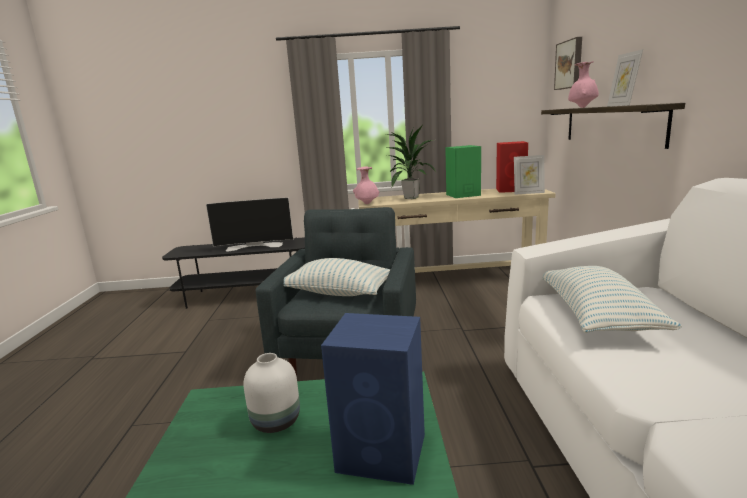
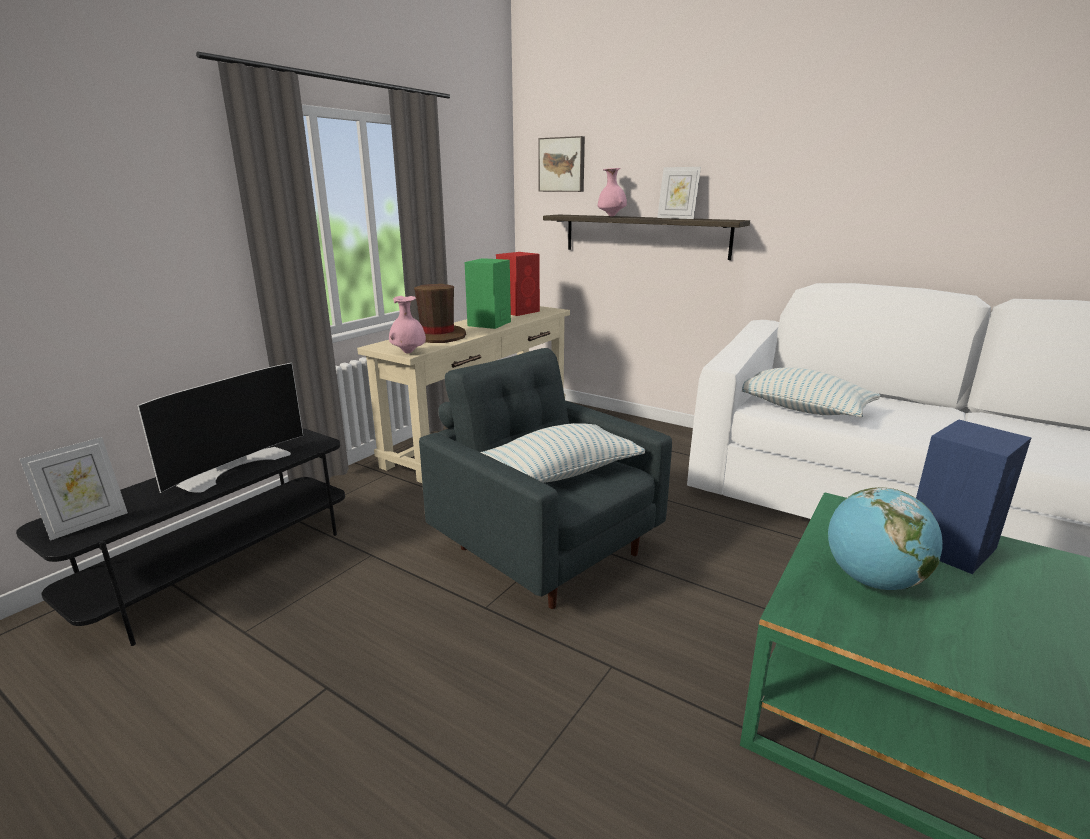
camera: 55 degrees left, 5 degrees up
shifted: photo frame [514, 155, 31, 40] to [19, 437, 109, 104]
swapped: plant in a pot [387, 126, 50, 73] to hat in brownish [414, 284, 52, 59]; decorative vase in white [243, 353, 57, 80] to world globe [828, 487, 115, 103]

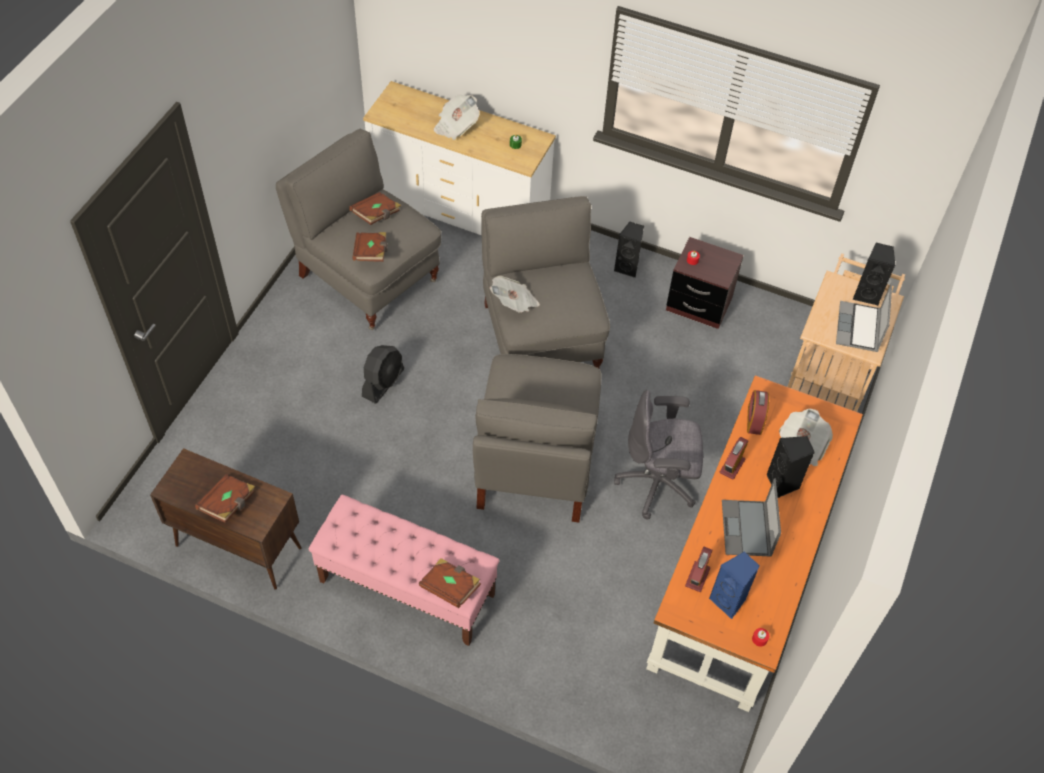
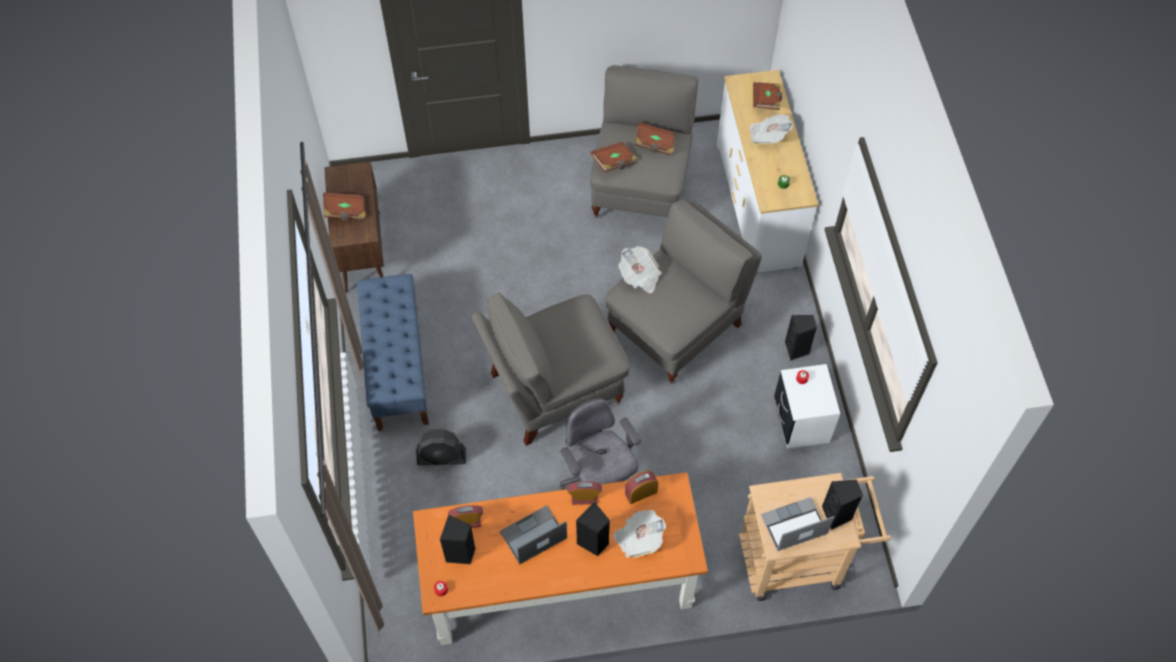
camera: 60 degrees right, 5 degrees up
shifted: electric fan in black-coloured [362, 345, 42, 59] to [416, 429, 50, 37]; volume in brownish [419, 558, 62, 50] to [753, 82, 29, 28]
repainted: nightstand in brownish [666, 237, 78, 92] to nightstand in white [774, 364, 66, 85]; long seat in pink-coloured [309, 494, 191, 152] to long seat in blue-coloured [357, 274, 72, 157]; audio speaker in blue-coloured [709, 552, 51, 67] to audio speaker in black-coloured [440, 515, 36, 49]

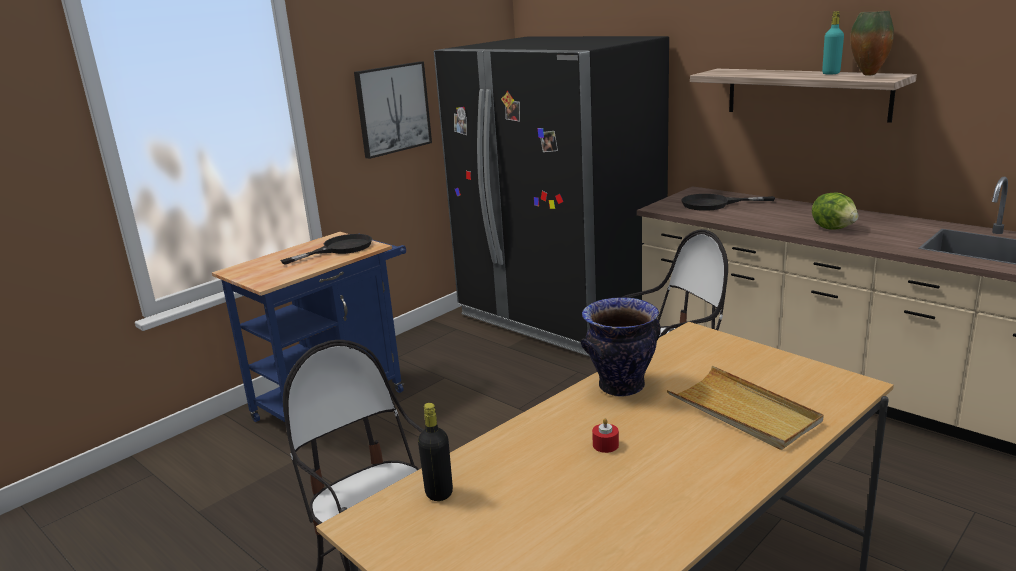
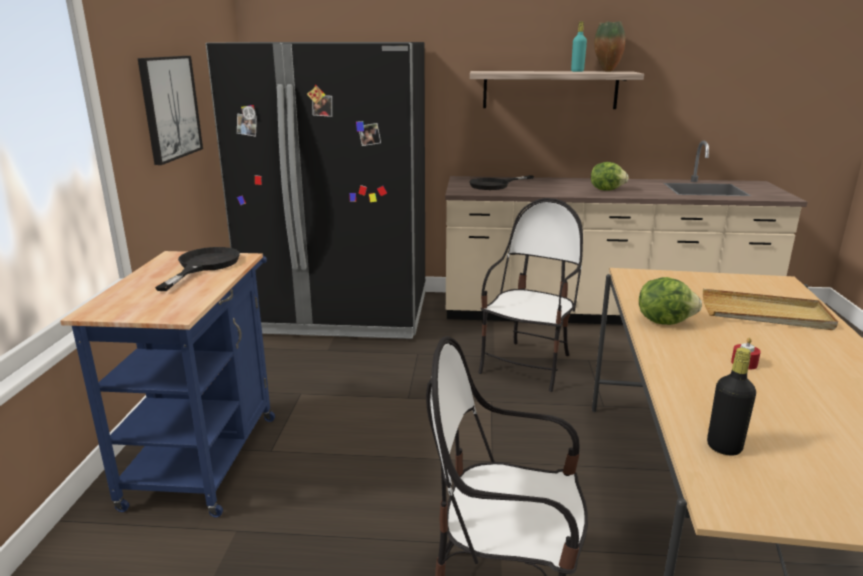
camera: 40 degrees left, 0 degrees up
swapped: decorative vase [581, 297, 80, 100] to lettuce head [639, 277, 63, 48]

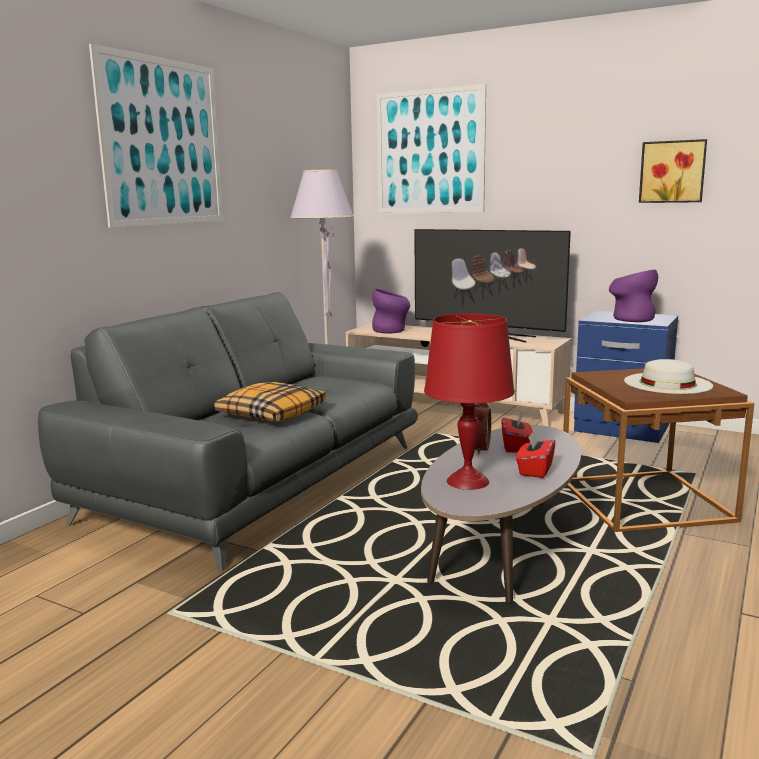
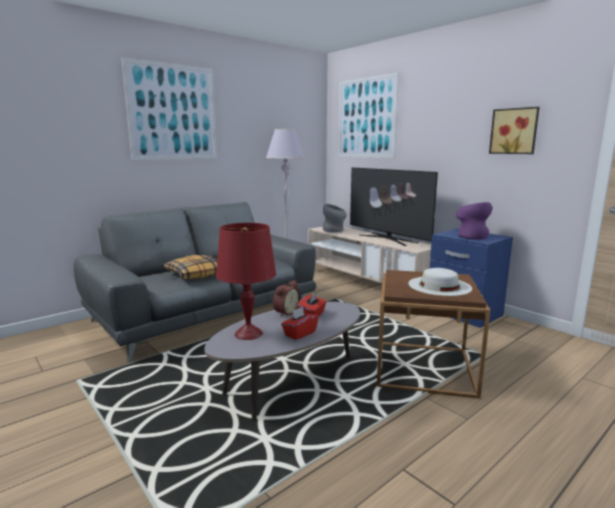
camera: 20 degrees right, 0 degrees up
repainted: decorative vase in purple [372, 288, 38, 45] to decorative vase in grey [323, 204, 24, 28]

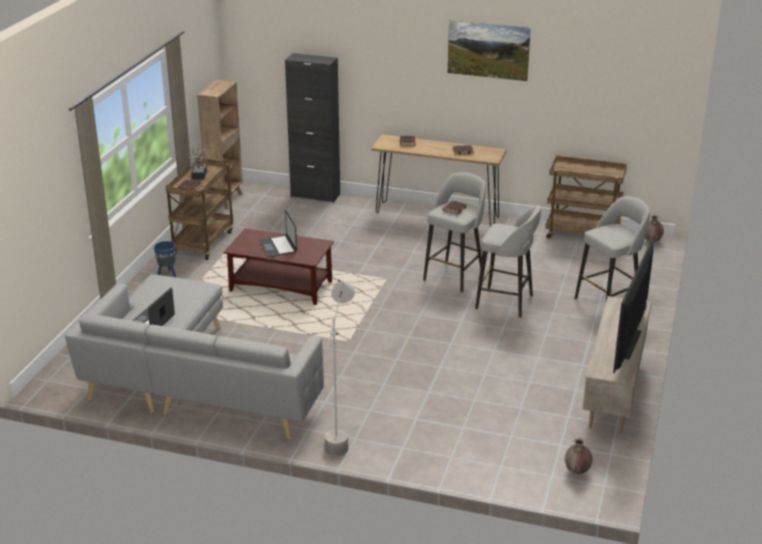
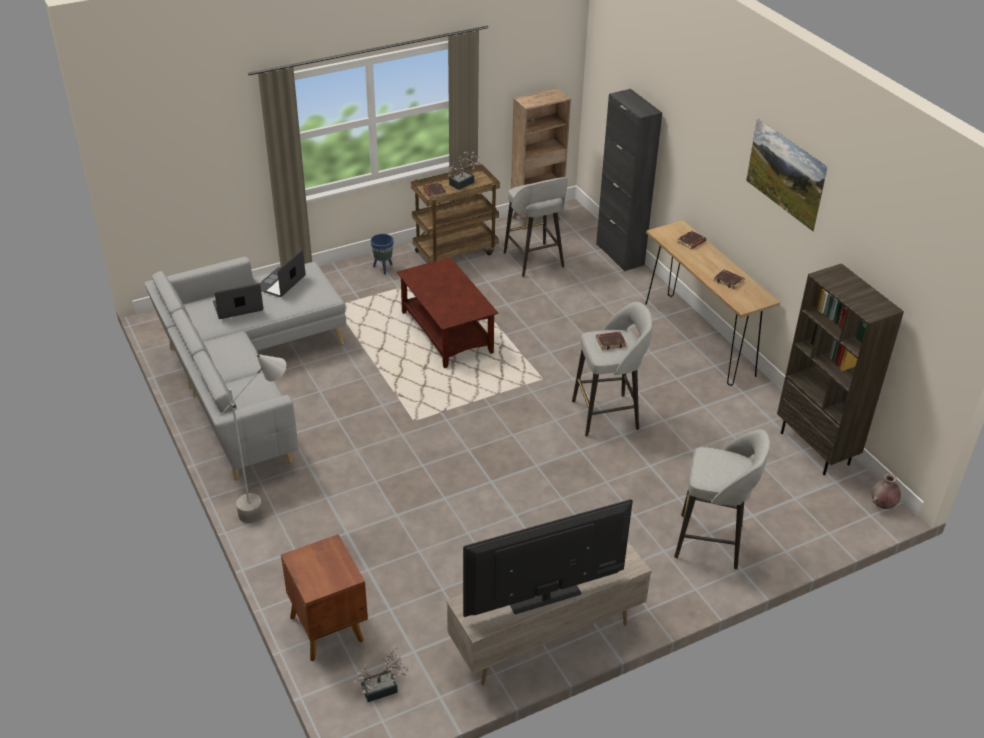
camera: 45 degrees right, 10 degrees up
new: nightstand in brownish [281, 534, 87, 127]
shifted: stool seat in grey [475, 205, 66, 113] to [504, 177, 63, 100]; portable computer [259, 210, 38, 47] to [260, 249, 45, 48]
swapped: wheeled cart in brownish [545, 155, 82, 83] to shelving unit in brownish [777, 263, 127, 212]; decorative vase in brownish [565, 438, 28, 36] to plant in a pot [354, 647, 54, 55]

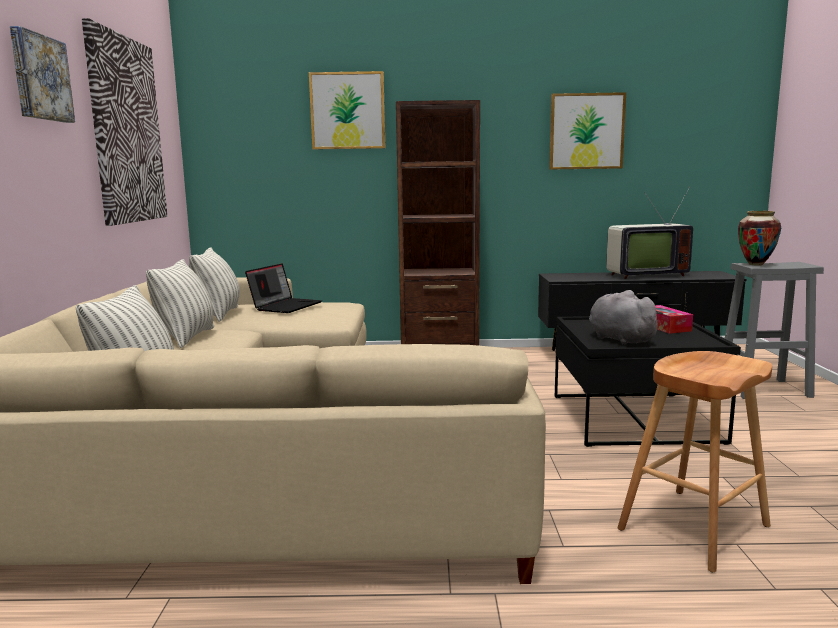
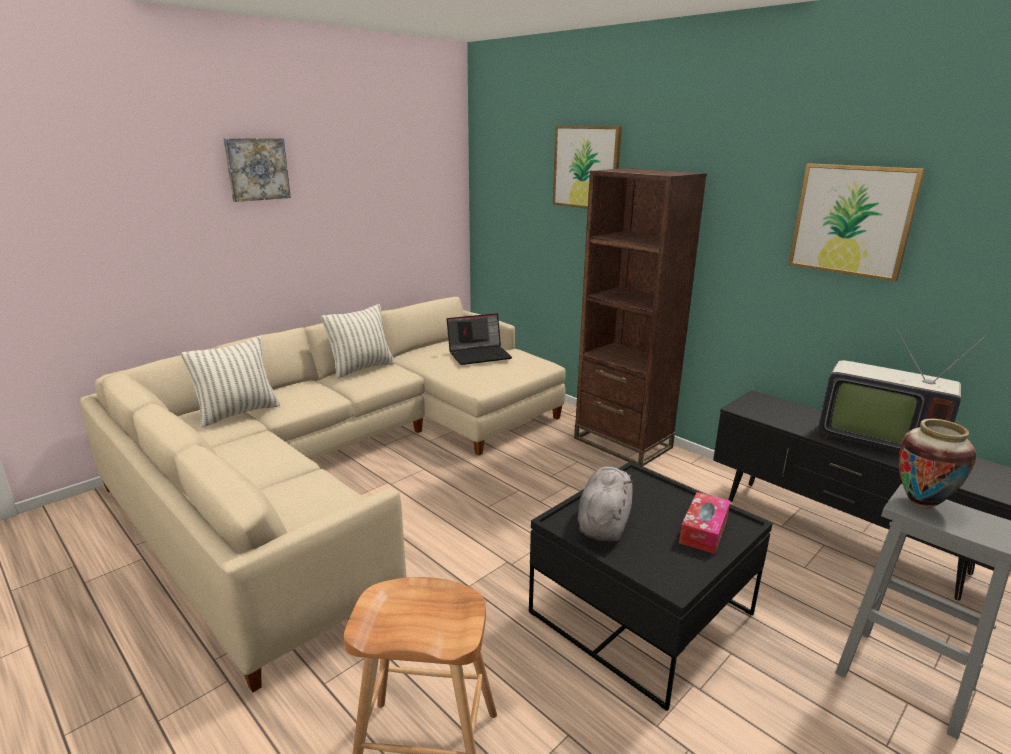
camera: 45 degrees right, 10 degrees up
gone: picture [82, 18, 85, 208]; throw pillow [189, 247, 51, 75]

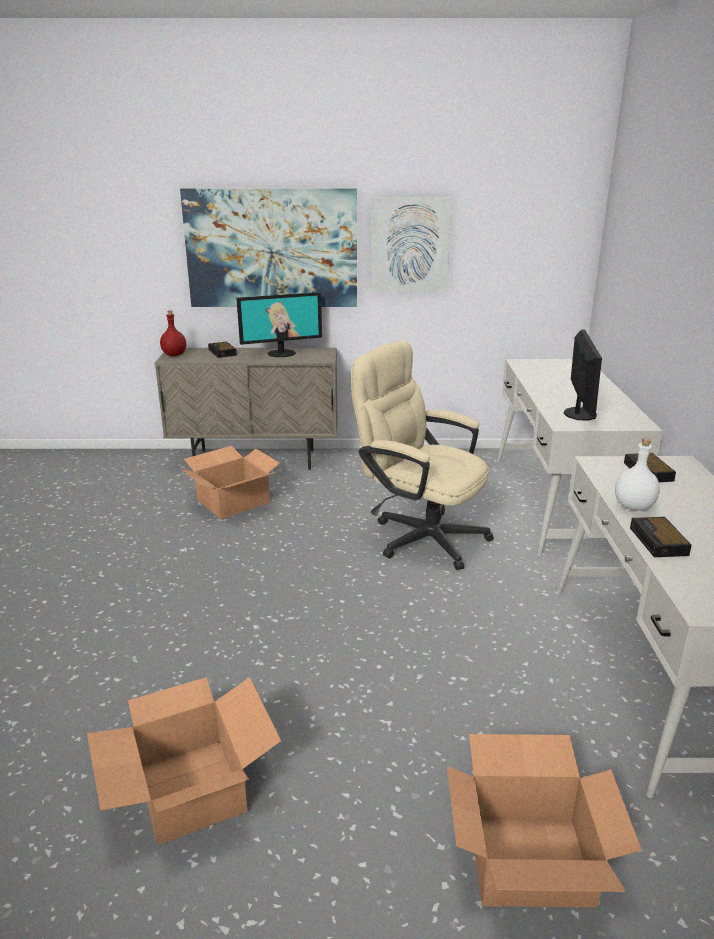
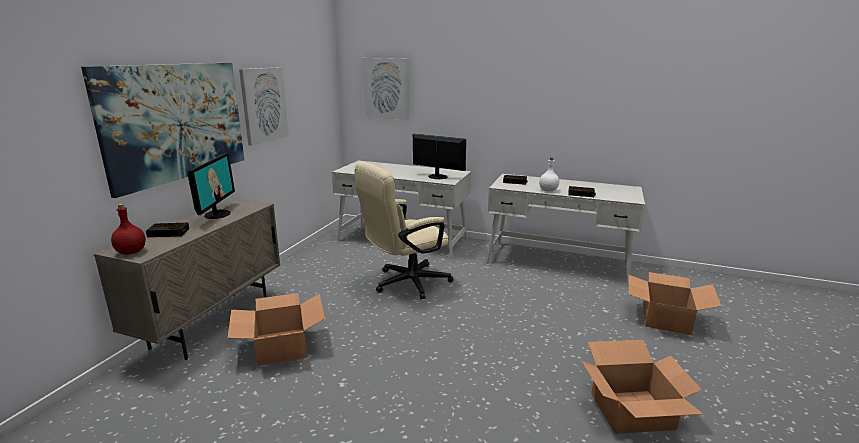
camera: 70 degrees left, 5 degrees down
new: picture [363, 58, 46, 62]

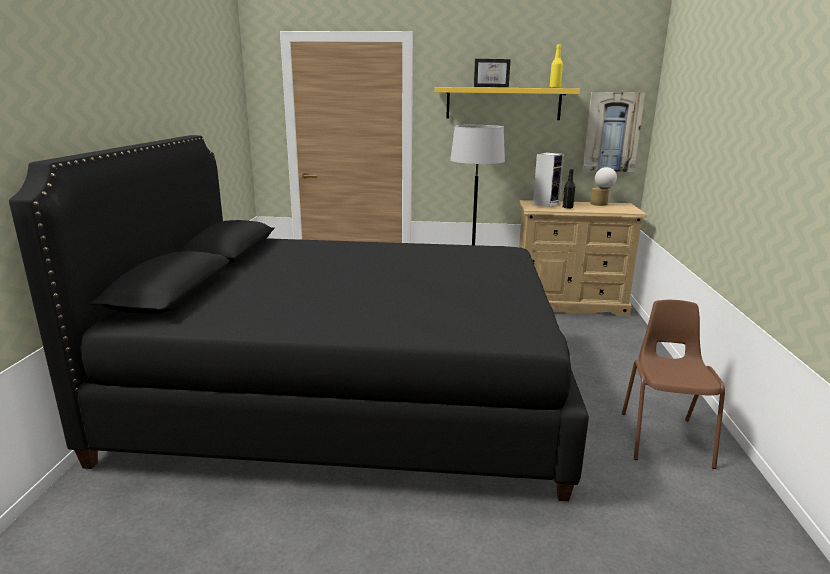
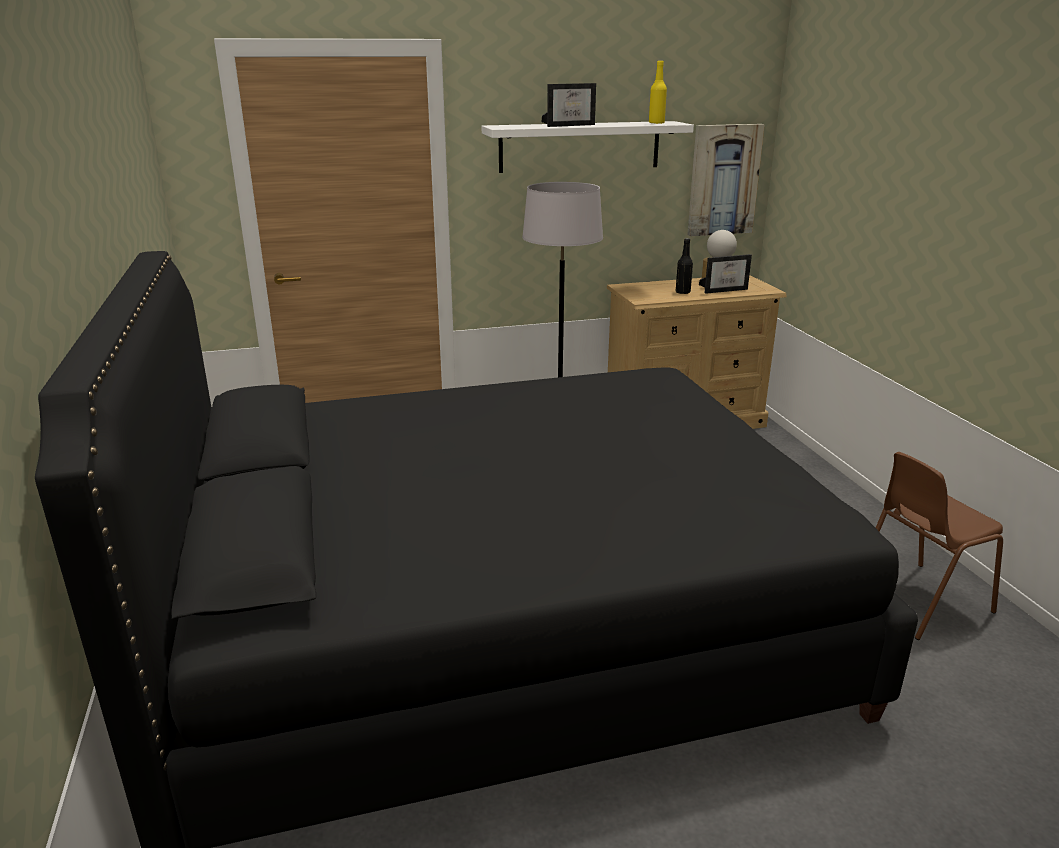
camera: 20 degrees left, 5 degrees up
gone: audio speaker [533, 152, 31, 55]
new: photo frame [699, 254, 53, 40]
repainted: shelf in yellow [434, 87, 146, 33] to shelf in white [482, 121, 212, 52]
rotated: upright chair in brownish [622, 300, 103, 169] = [876, 452, 127, 188] 105 degrees counterclockwise

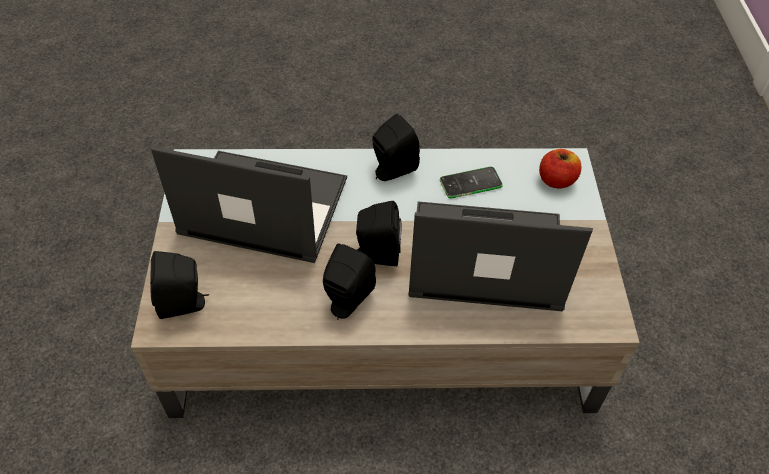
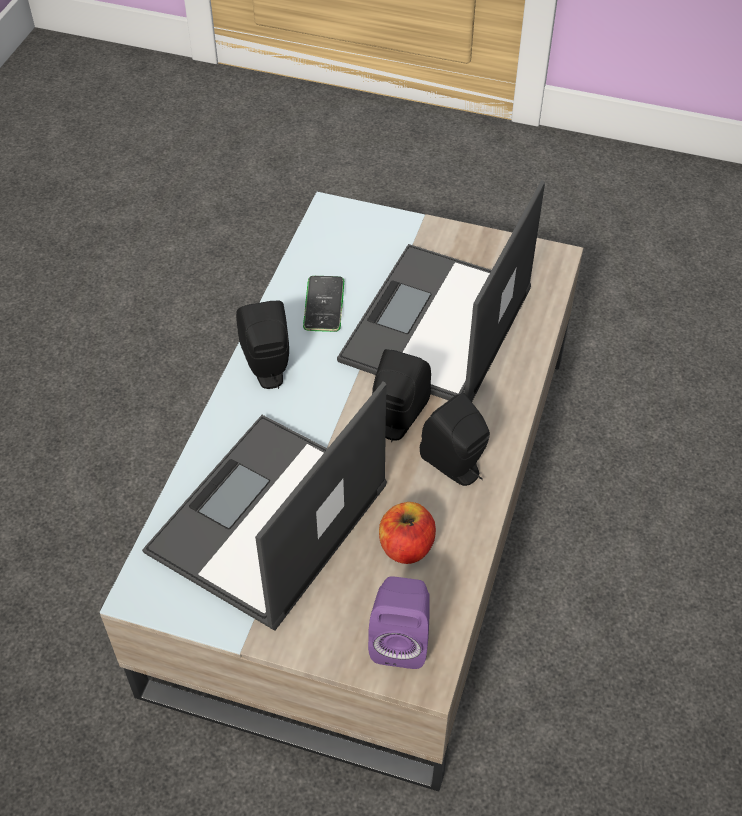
camera: 70 degrees left, 0 degrees up
shifted: whole apple [539, 149, 42, 40] to [379, 502, 57, 62]
repainted: audio speaker in black-coloured [150, 251, 59, 68] to audio speaker in purple [368, 576, 62, 93]

